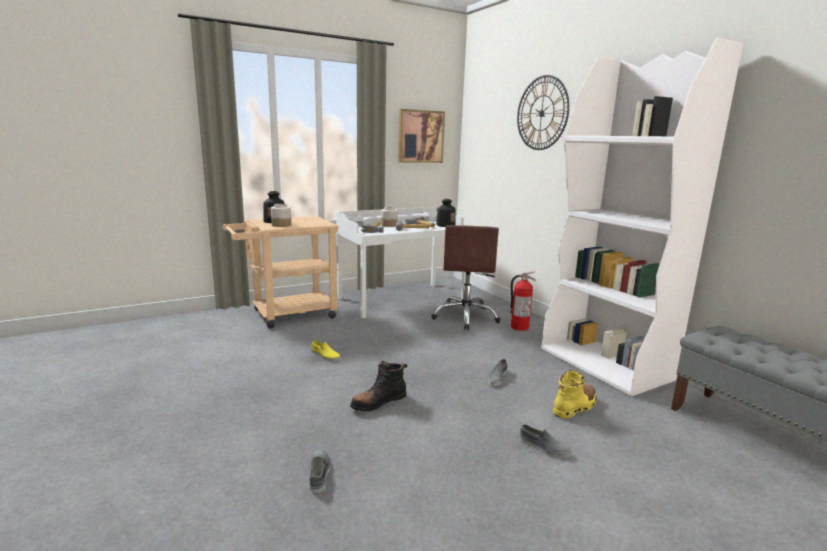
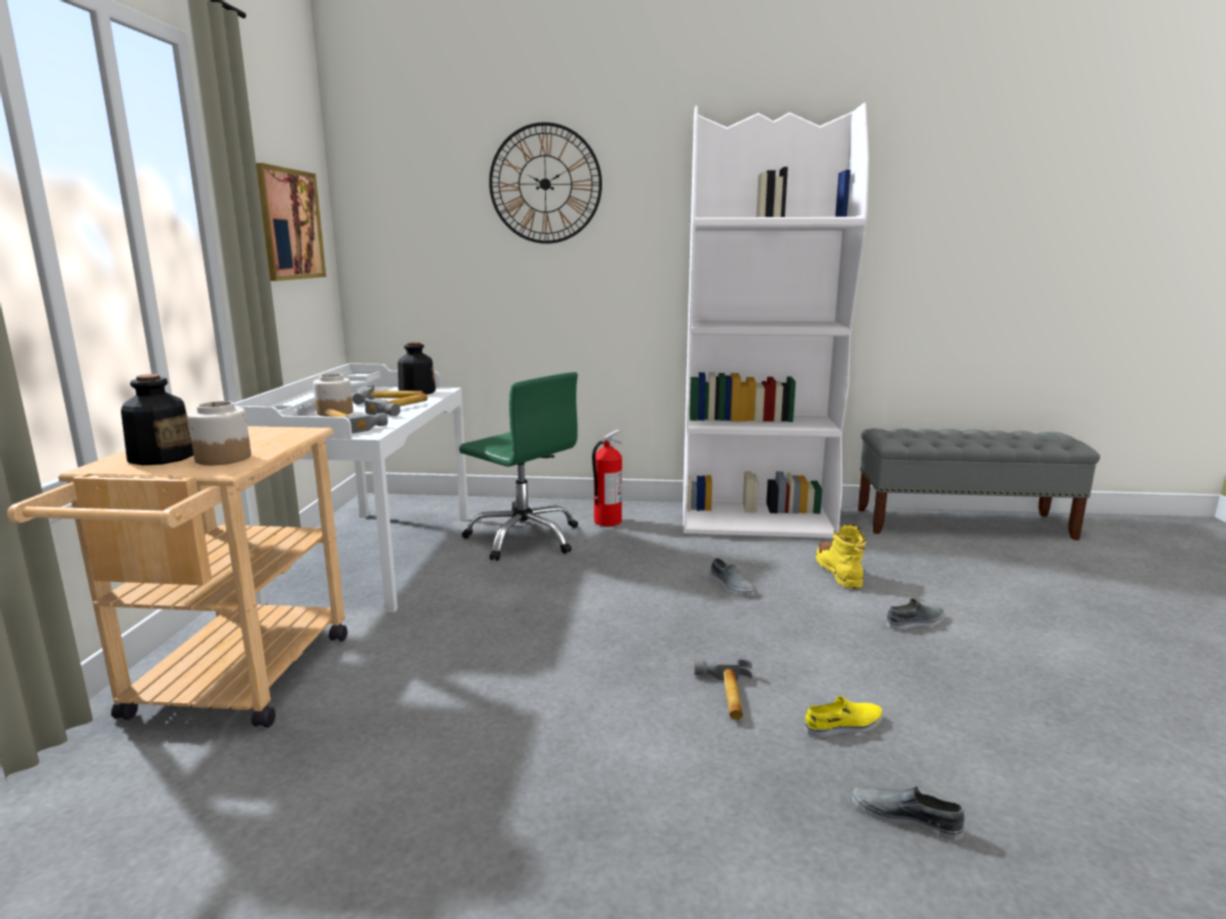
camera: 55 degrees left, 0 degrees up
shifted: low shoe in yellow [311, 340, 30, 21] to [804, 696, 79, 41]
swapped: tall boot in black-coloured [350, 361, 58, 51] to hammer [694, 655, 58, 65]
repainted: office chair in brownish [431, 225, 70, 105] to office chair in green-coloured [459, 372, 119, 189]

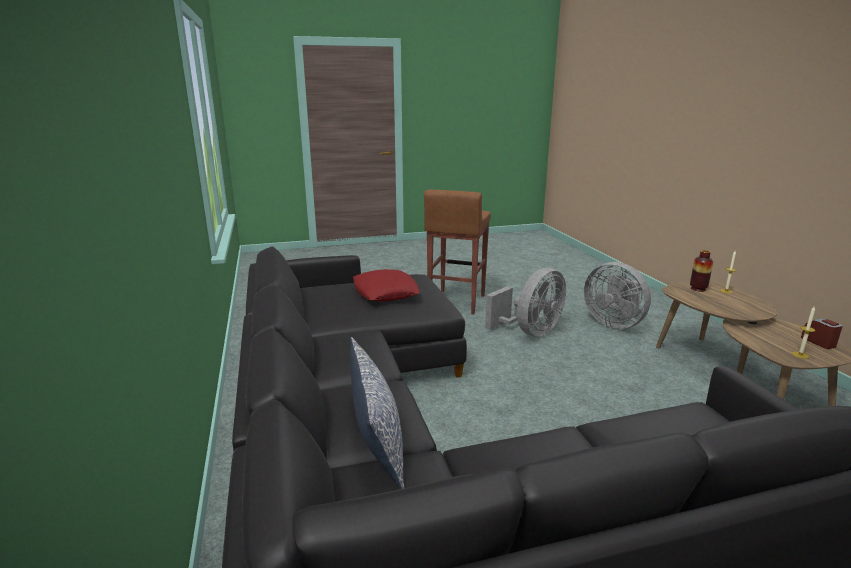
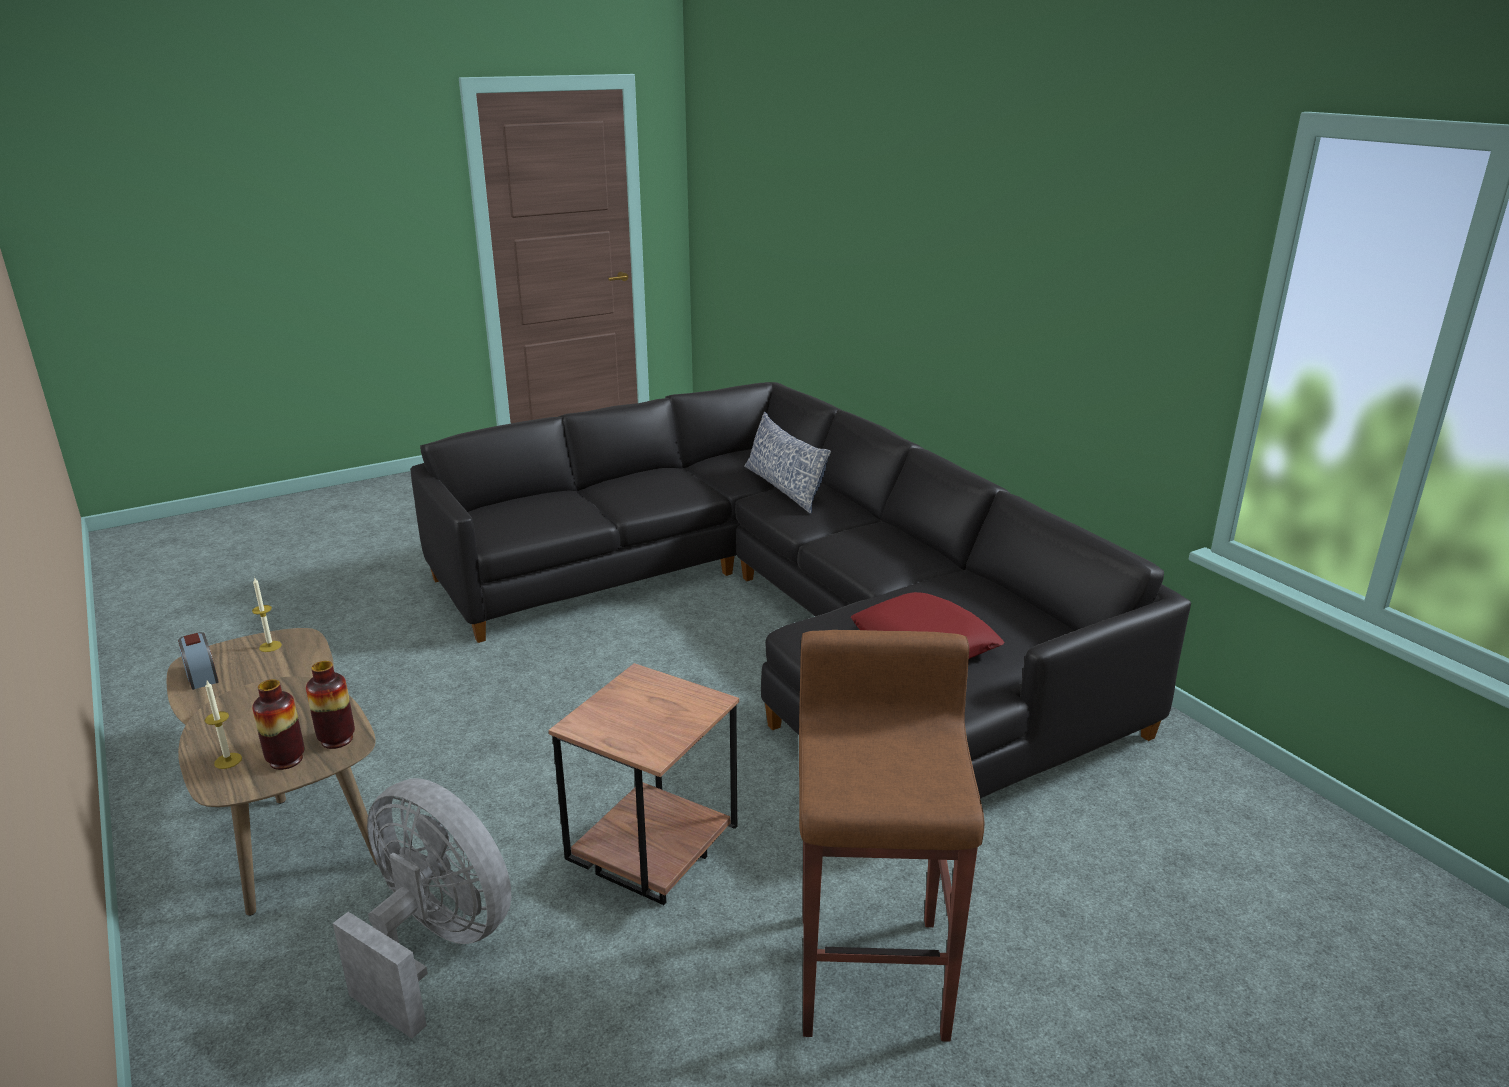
camera: 165 degrees right, 5 degrees up
new: decorative vase [306, 661, 49, 88]
swapped: electric fan in grey [485, 268, 81, 69] to side table in brownish [549, 663, 190, 242]

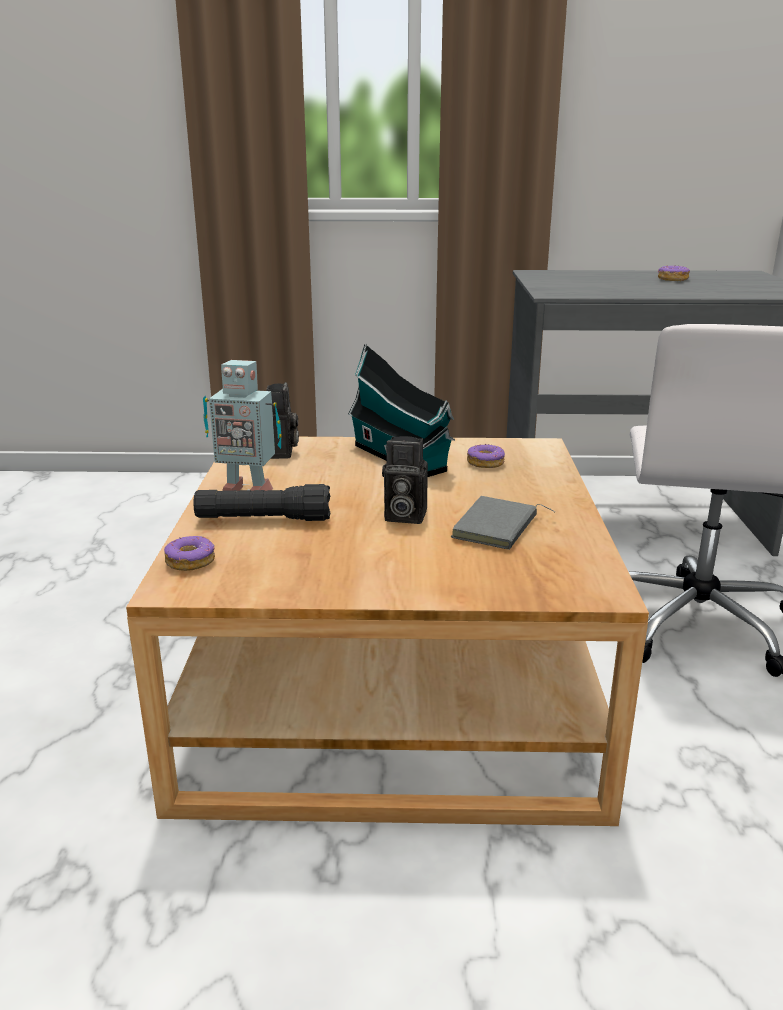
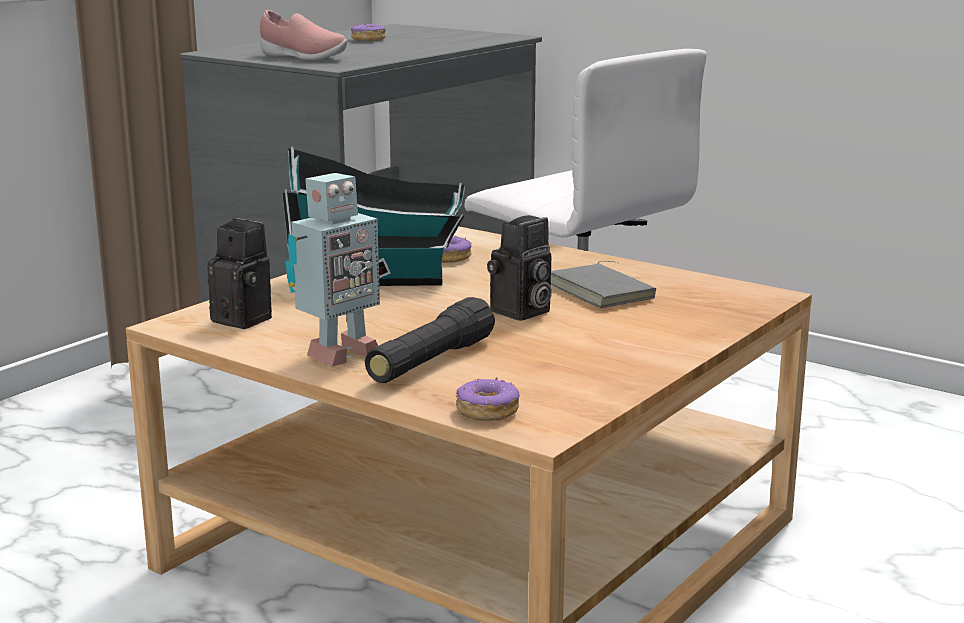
camera: 55 degrees left, 5 degrees down
new: low shoe in pink-coloured [260, 10, 87, 51]

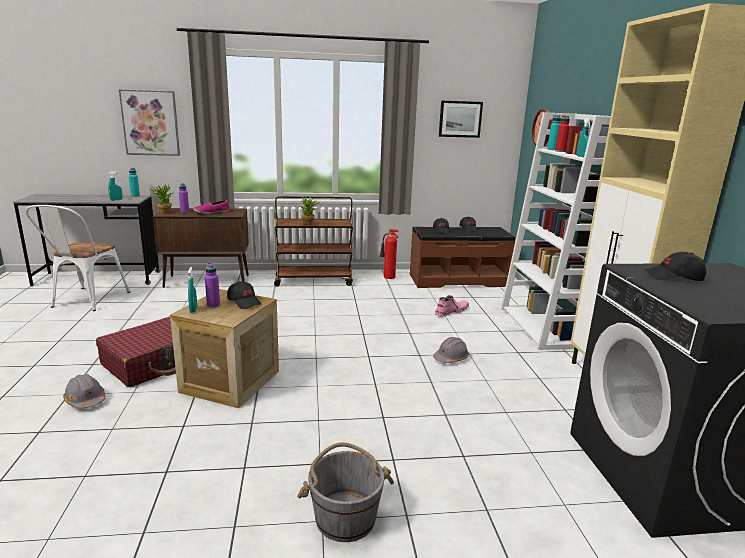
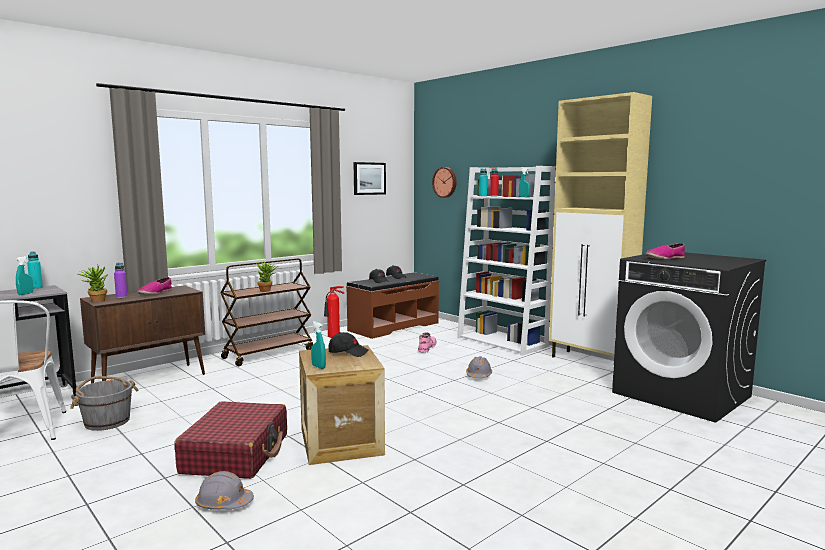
camera: 35 degrees left, 10 degrees down
gone: picture [119, 89, 61, 67]; bottle in purple [205, 263, 15, 45]
shifted: pail in grey [297, 443, 97, 99] to [70, 376, 68, 55]
swapped: peaked cap in black-coloured [645, 252, 61, 29] to low shoe [646, 243, 39, 17]

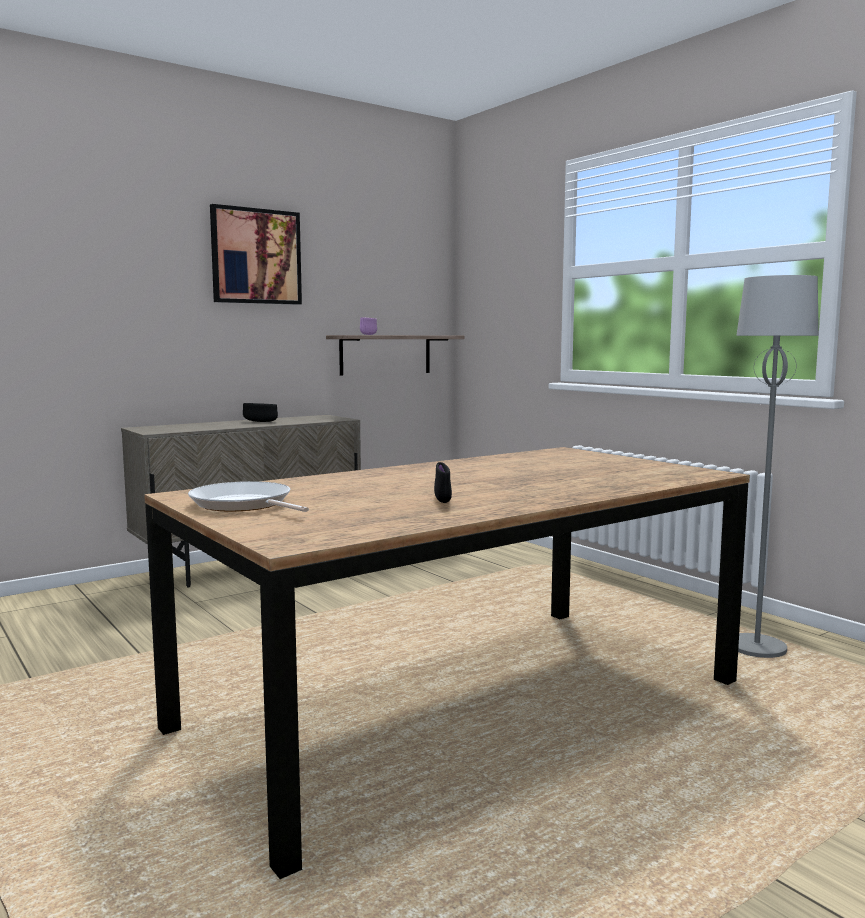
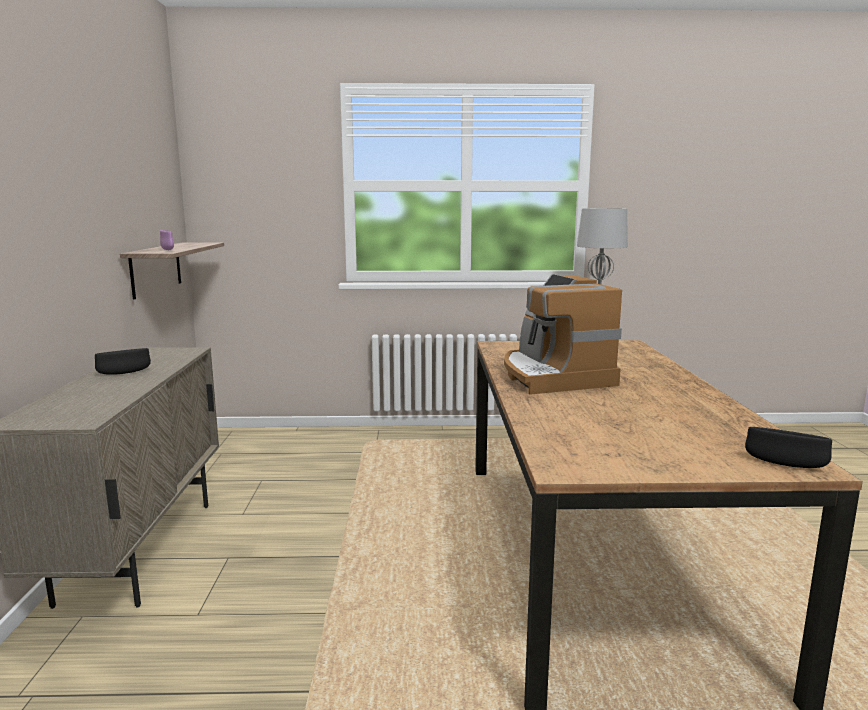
camera: 55 degrees left, 5 degrees up
gone: picture [210, 204, 92, 101]; skillet [188, 481, 121, 31]
new: coffee machine [504, 274, 118, 121]
shifted: serving bowl in black-coloured [434, 462, 18, 41] to [745, 427, 87, 41]

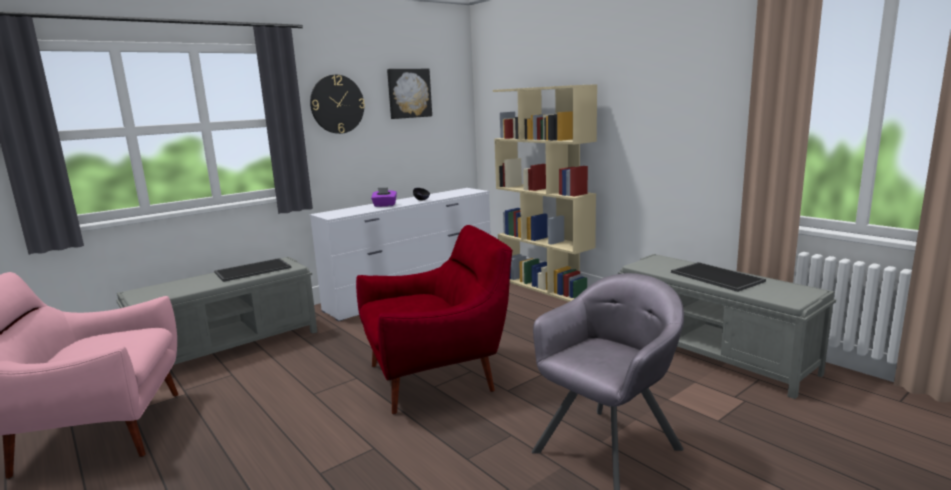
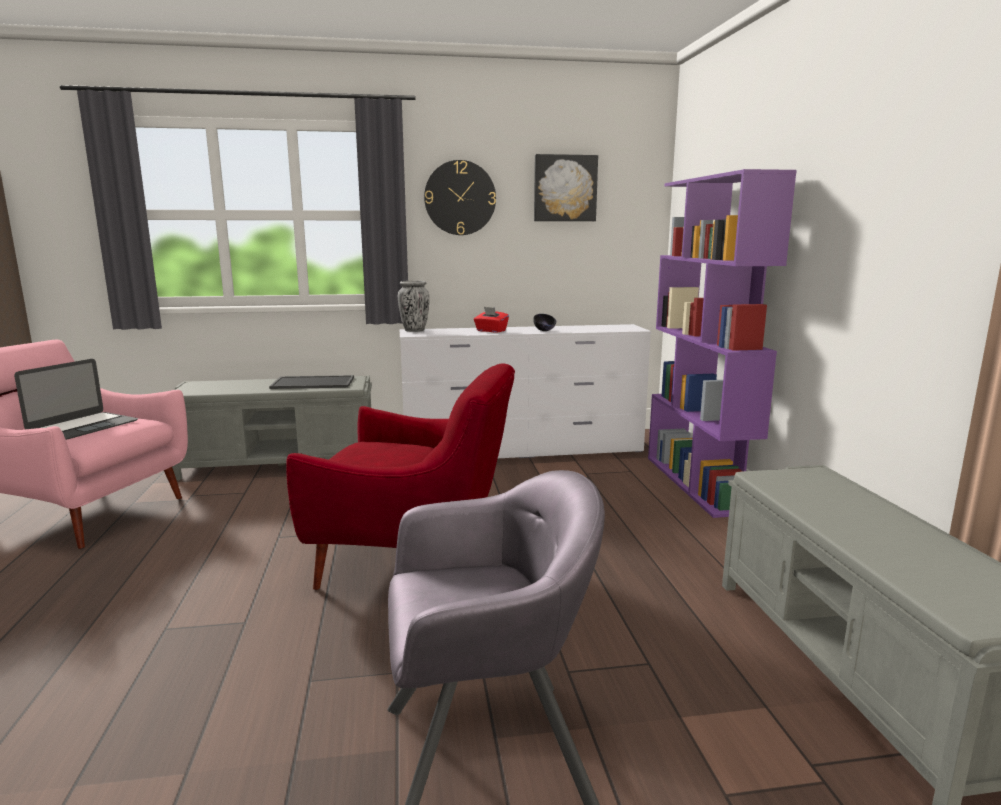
camera: 30 degrees right, 0 degrees up
gone: carrying tray [671, 262, 95, 30]
new: decorative vase [398, 281, 32, 51]; portable computer [14, 359, 124, 81]
repainted: shelving unit in sand-coloured [493, 84, 104, 218] to shelving unit in purple [648, 169, 149, 349]; tissue holder in purple [371, 187, 26, 20] to tissue holder in red-coloured [474, 307, 35, 26]

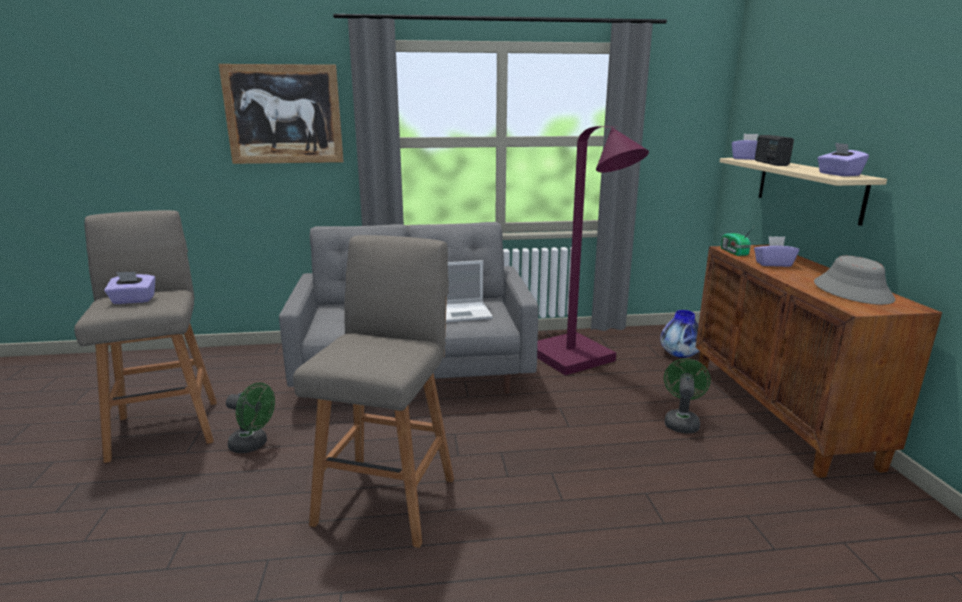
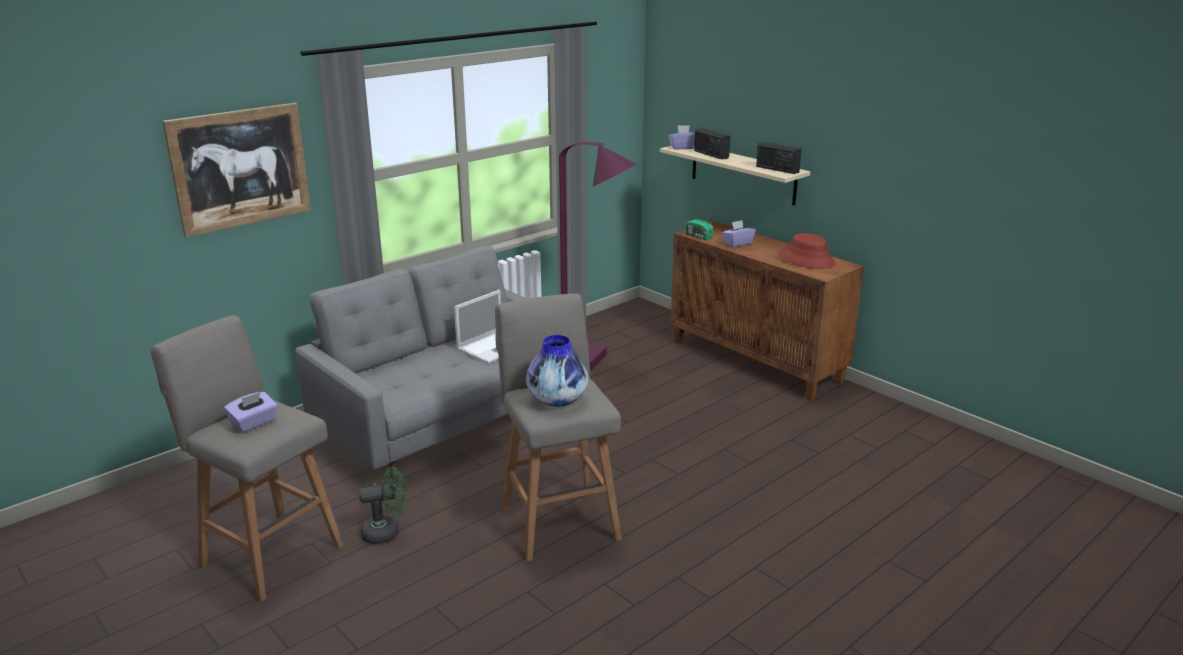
camera: 35 degrees left, 5 degrees up
gone: electric fan in green-coloured [664, 359, 47, 75]
shifted: decorative vase [660, 310, 39, 48] to [526, 335, 63, 72]
swapped: tissue holder in purple [817, 143, 52, 33] to radio [756, 142, 46, 32]
repainted: hat in grey [814, 256, 81, 49] to hat in red-coloured [779, 233, 56, 36]

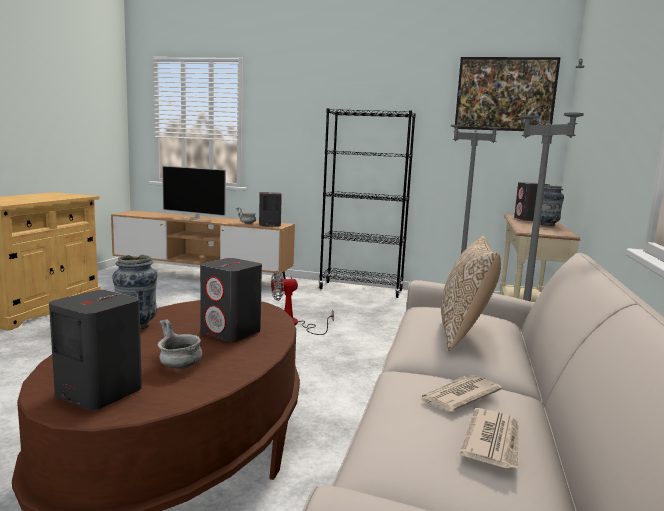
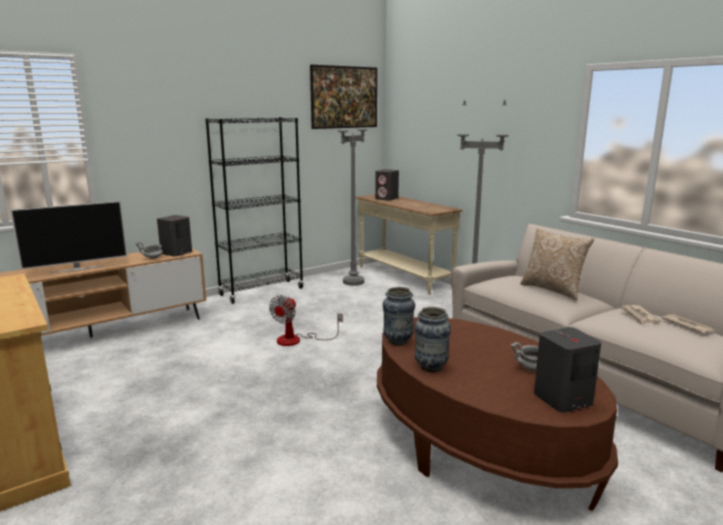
camera: 50 degrees left, 5 degrees up
gone: audio speaker in grey [200, 258, 62, 84]
shifted: decorative vase [540, 185, 24, 41] to [383, 287, 32, 58]

